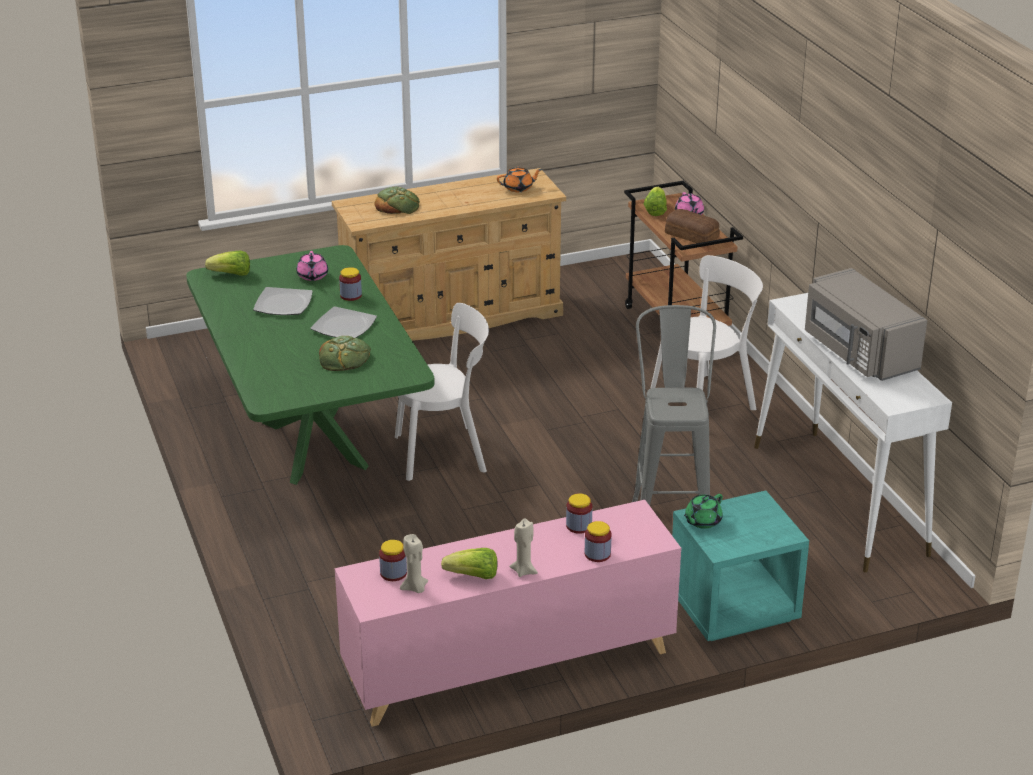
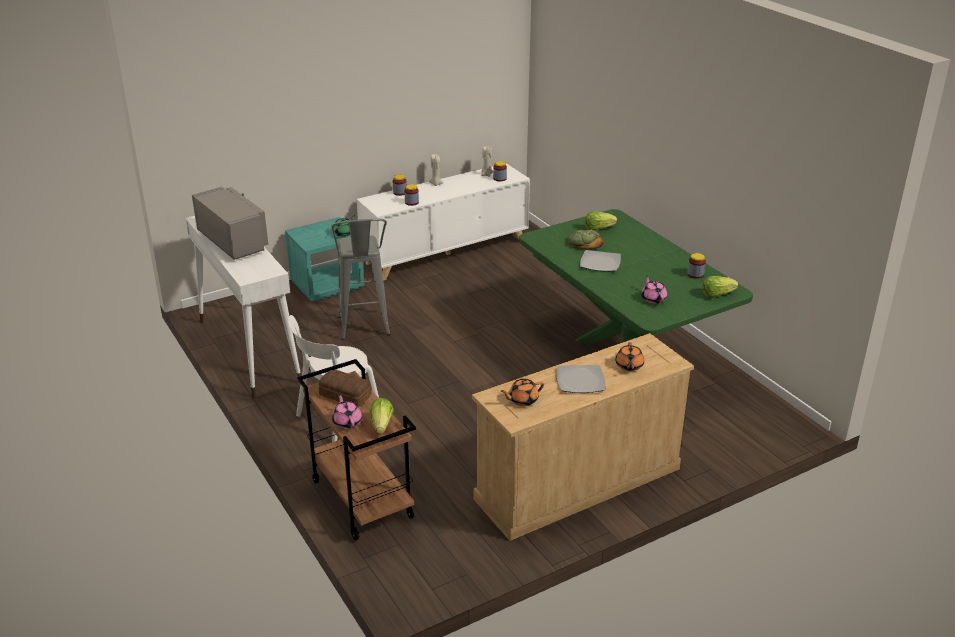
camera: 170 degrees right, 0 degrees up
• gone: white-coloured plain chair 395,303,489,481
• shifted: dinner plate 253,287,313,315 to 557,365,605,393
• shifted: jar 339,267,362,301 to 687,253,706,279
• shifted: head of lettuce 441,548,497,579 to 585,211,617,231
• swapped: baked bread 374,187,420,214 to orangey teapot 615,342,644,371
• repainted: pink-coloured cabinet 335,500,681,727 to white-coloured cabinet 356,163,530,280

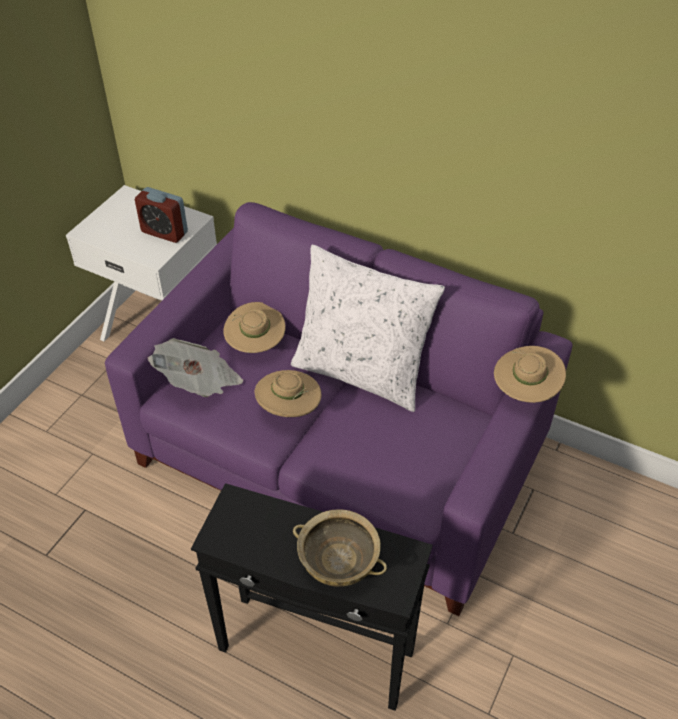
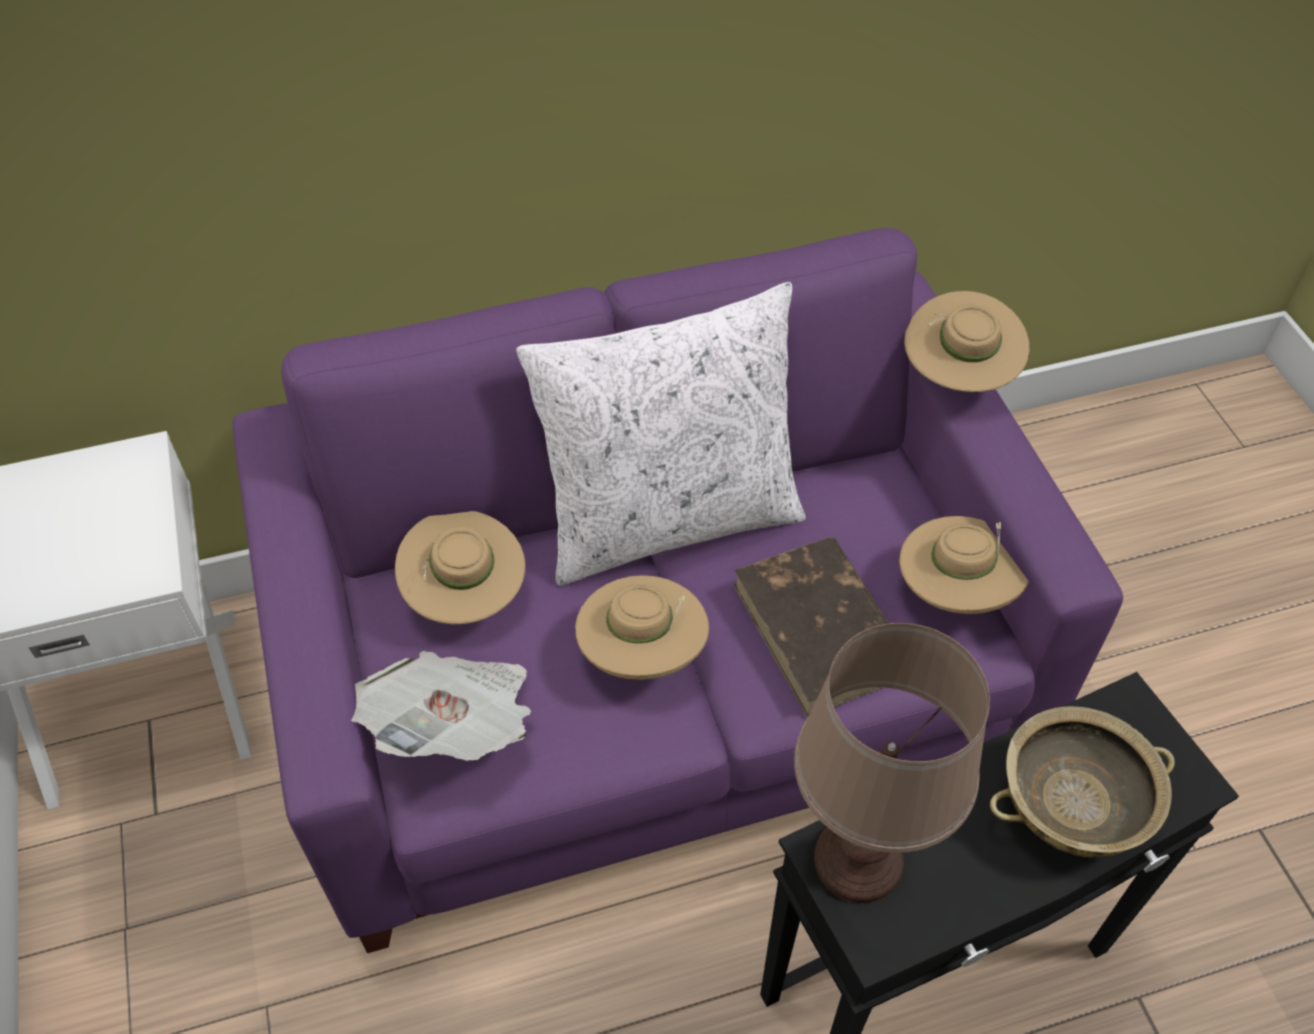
camera: 45 degrees left, 5 degrees up
• gone: bedside clock 135,187,188,243
• new: brown-coloured book 733,537,888,717
• new: brown-coloured tabletop lamp 794,623,990,903
• new: beige-coloured clothing hat 899,516,1029,614

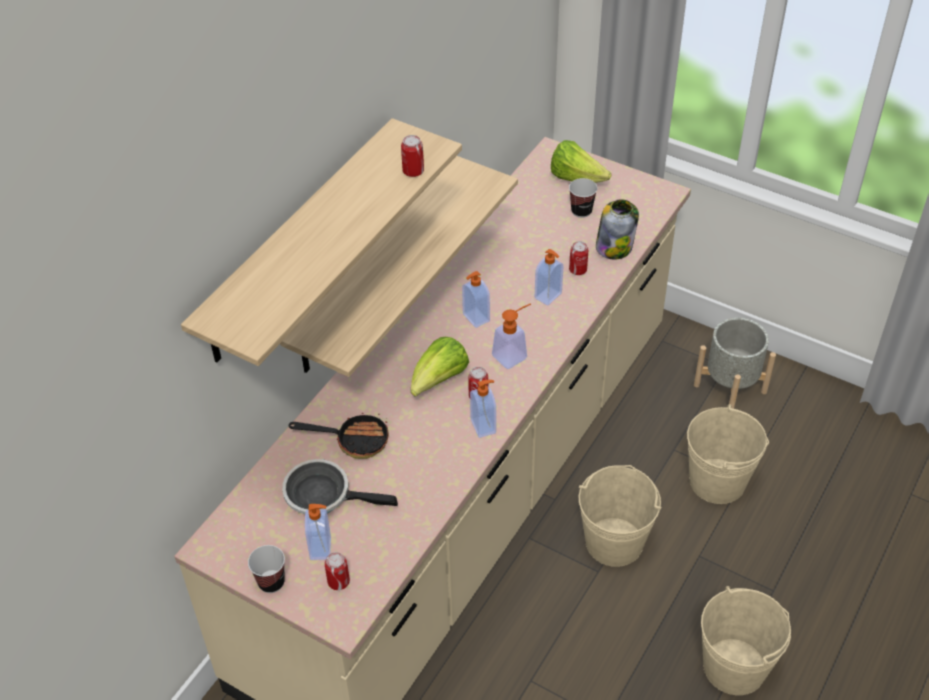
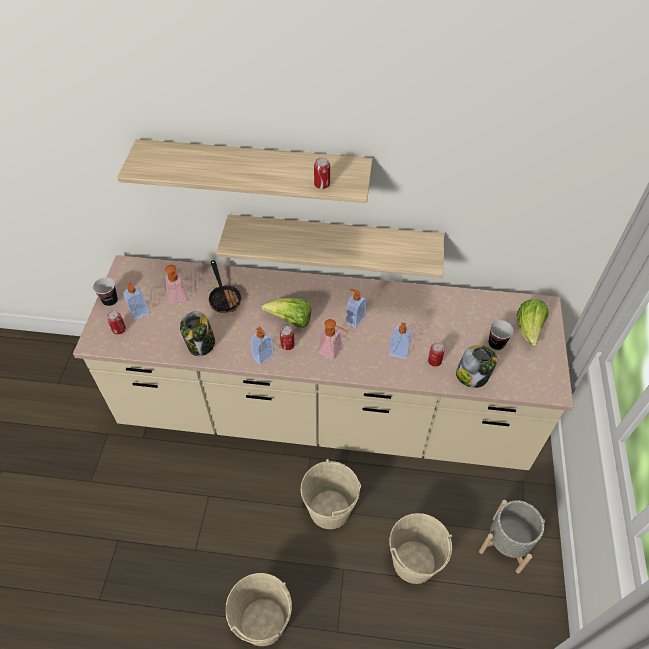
camera: 65 degrees right, 5 degrees up
• new: jar 180,311,215,356
• swapped: pan 282,459,398,514 to soap dispenser 165,265,188,304

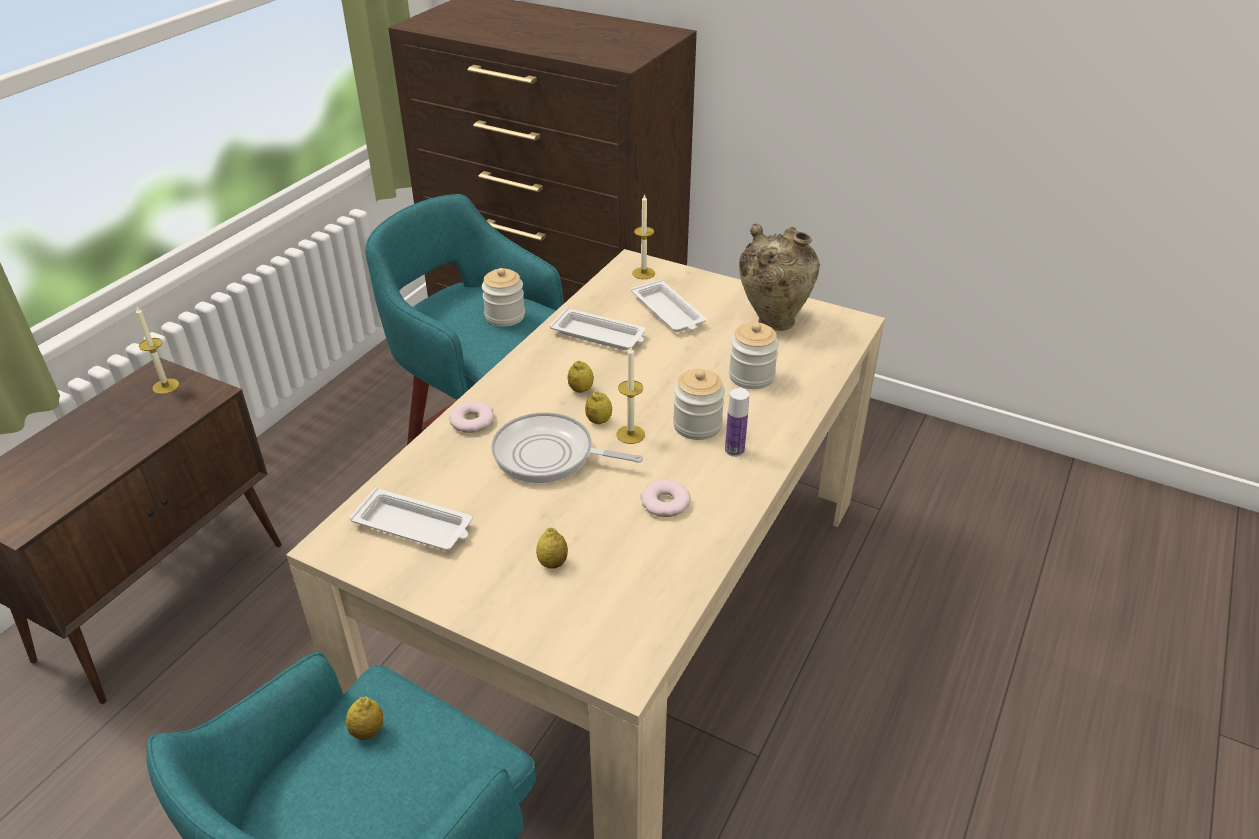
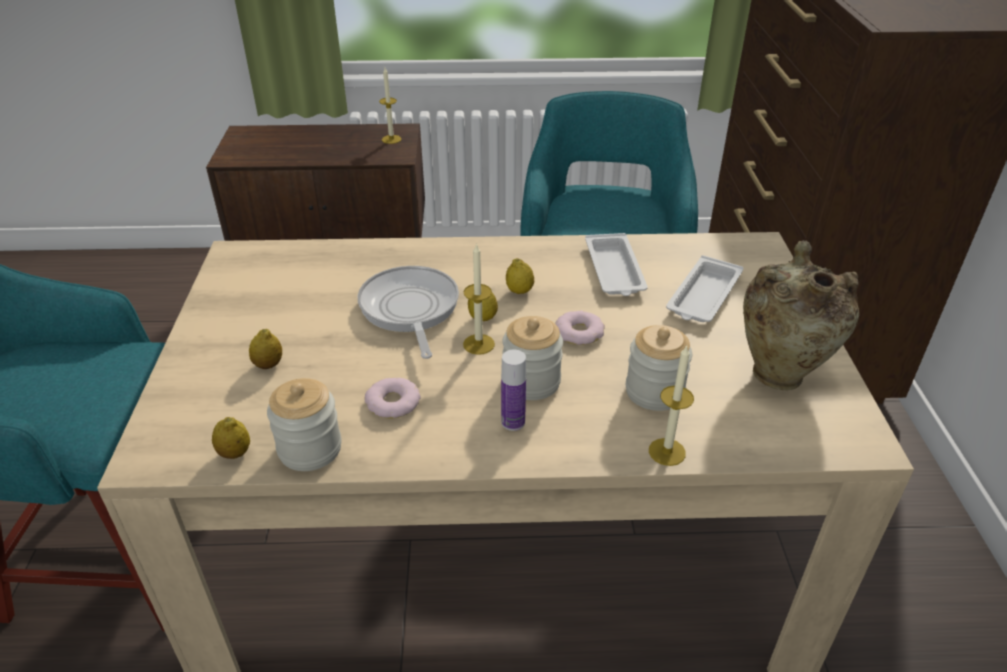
camera: 60 degrees right, 0 degrees up
• gone: white-coloured serving tray 349,488,472,550
• shifted: citrus fruit 346,696,383,740 to 212,417,250,459
• shifted: doughnut 449,401,494,433 to 555,311,605,345
• shifted: jar 482,268,525,327 to 267,378,342,471
• shifted: wax light 632,194,655,279 to 649,345,694,466

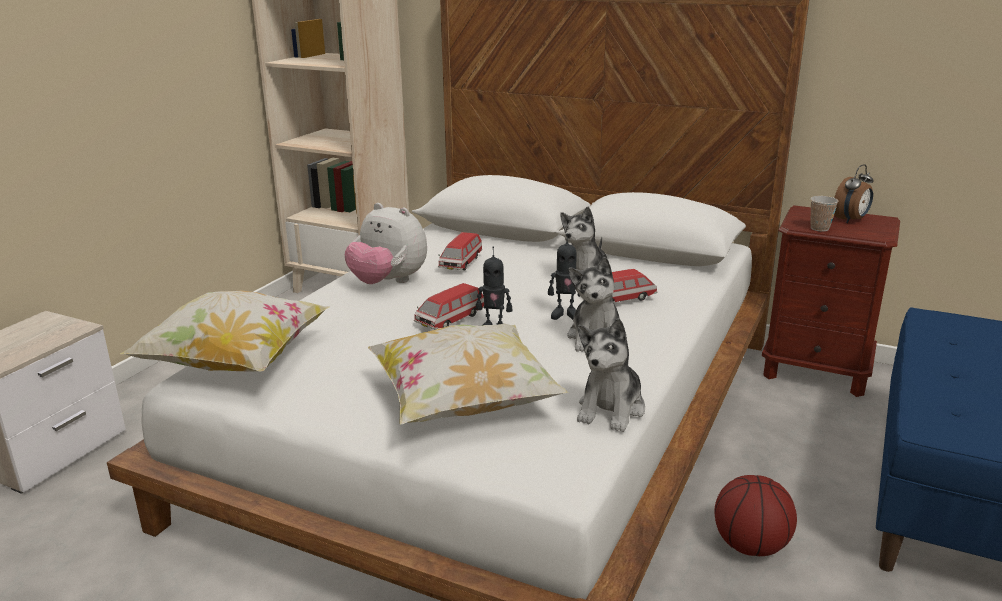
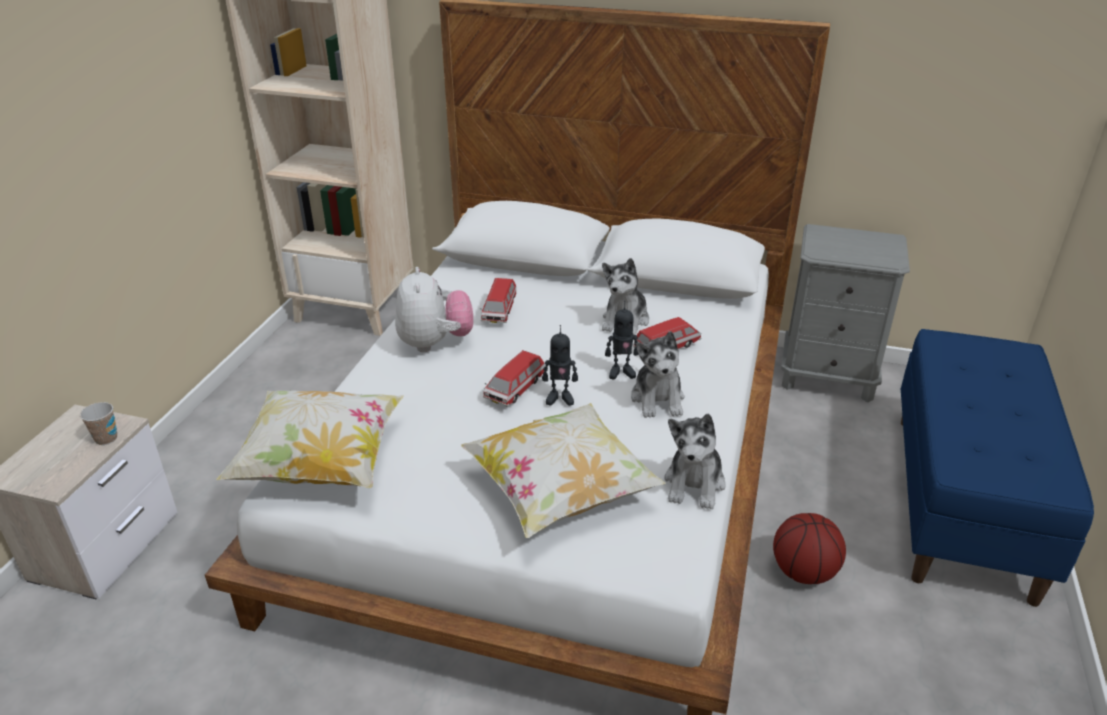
camera: 10 degrees left, 10 degrees up
• gone: bedside clock 834,164,874,223
• shifted: cup 810,196,839,232 to 80,402,117,445
• repainted: brown-coloured bedside table 762,205,900,397 to grey bedside table 781,224,910,402
• rotated: soft toy 345,203,427,284 = 395,267,473,352 120 degrees counterclockwise

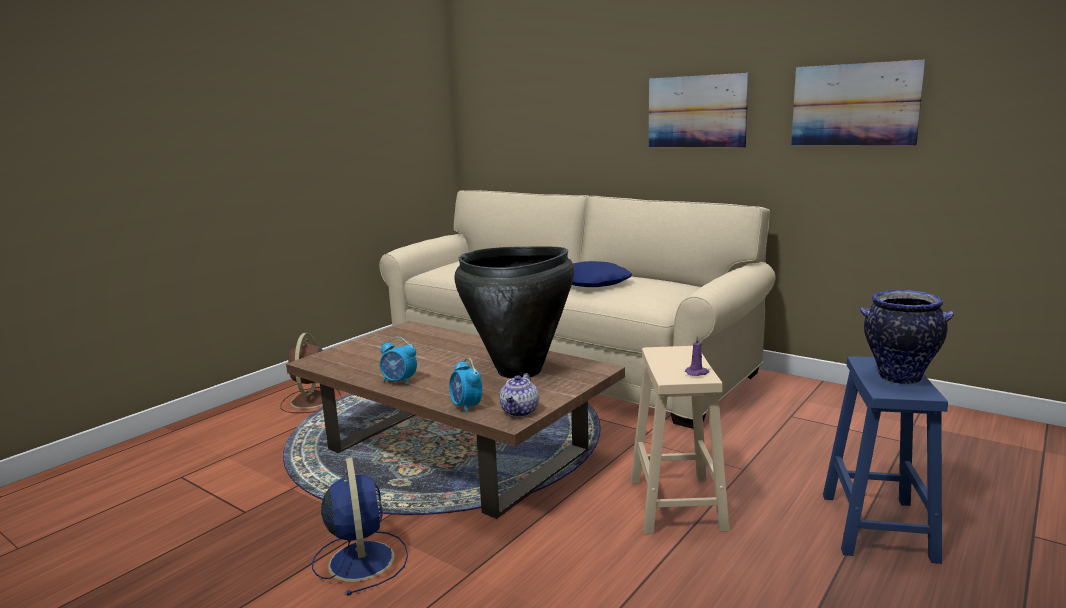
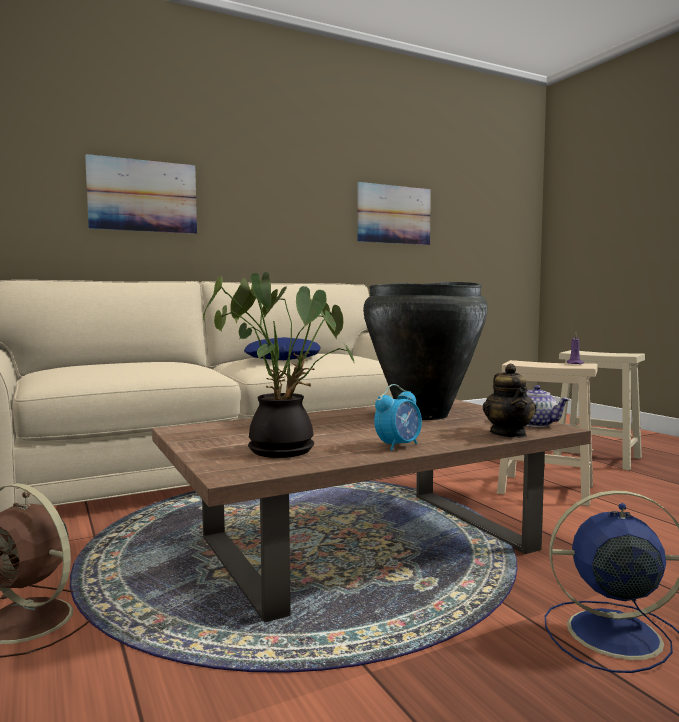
camera: 65 degrees left, 10 degrees down
• gone: decorative vase 860,290,954,384
• new: potted plant 203,272,354,458
• shifted: wall picture 649,73,749,148 to 85,154,197,234
• swapped: bedside clock 449,358,482,413 to teapot 483,364,536,438
• repainted: blue stool 823,356,948,564 to beige-coloured stool 553,350,645,470

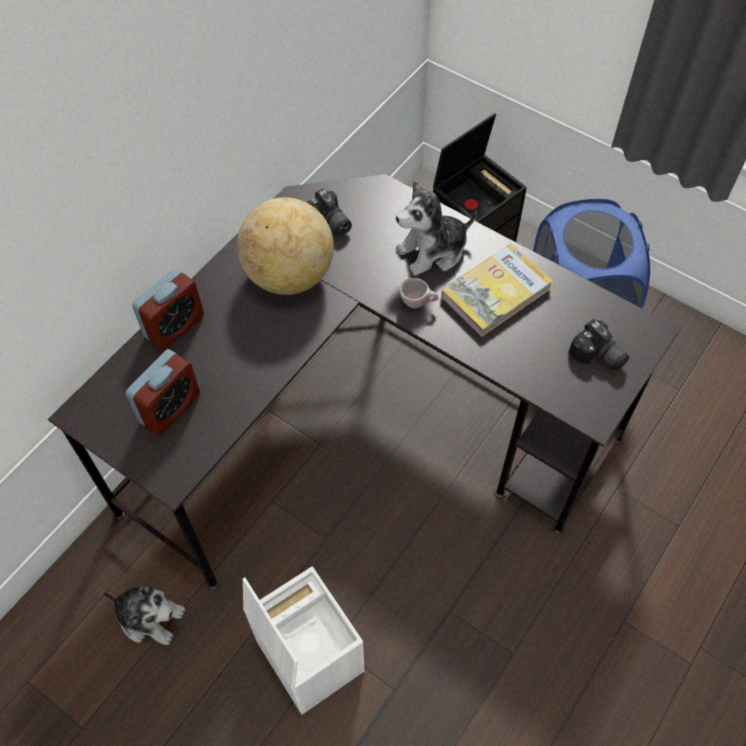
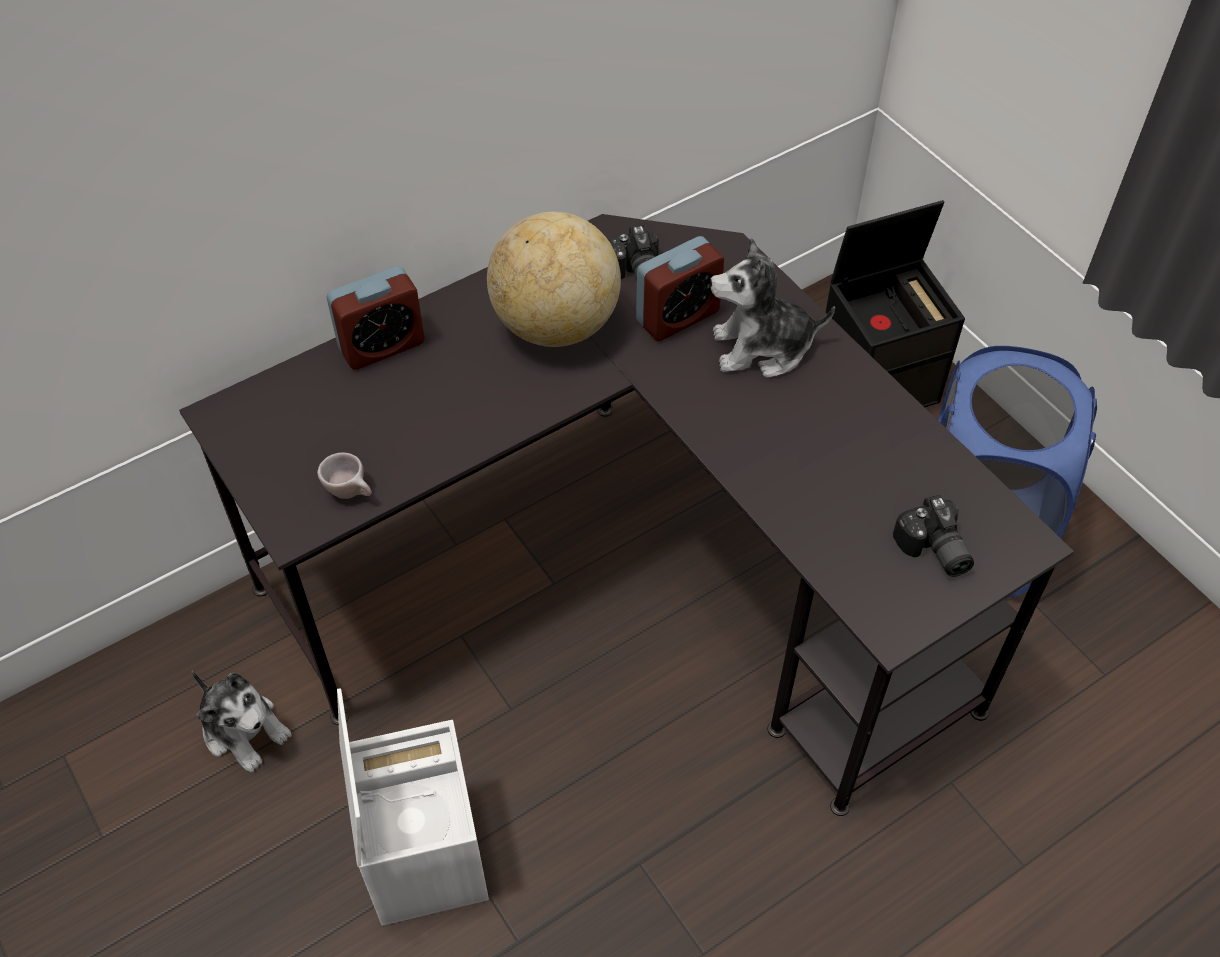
camera: 20 degrees right, 5 degrees down
• gone: book 441,243,553,337
• shifted: bedside clock 126,349,200,435 to 636,236,724,341
• shifted: beige-coloured cup 399,278,439,308 to 317,453,372,499

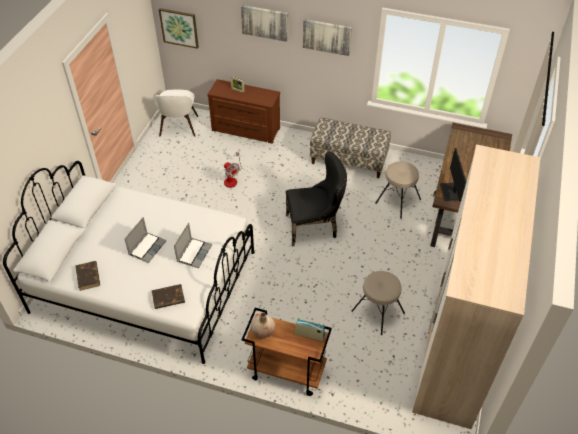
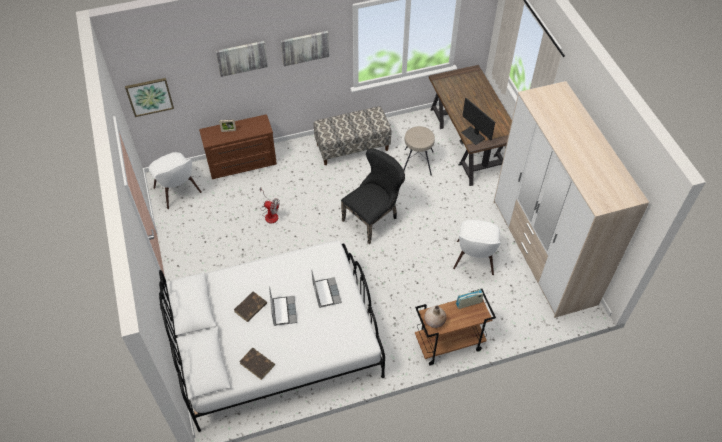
camera: 35 degrees left, 5 degrees up
• shifted: brown-coloured book 151,284,185,309 to 234,291,267,322
• swapped: beige-coloured stool 352,271,405,335 to white-coloured plain chair 453,220,501,275

